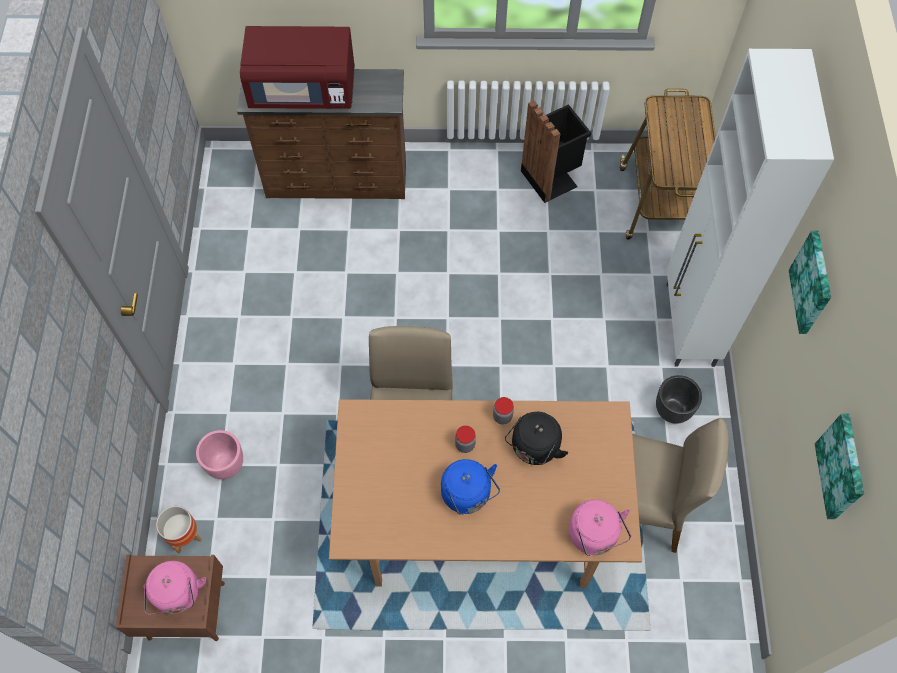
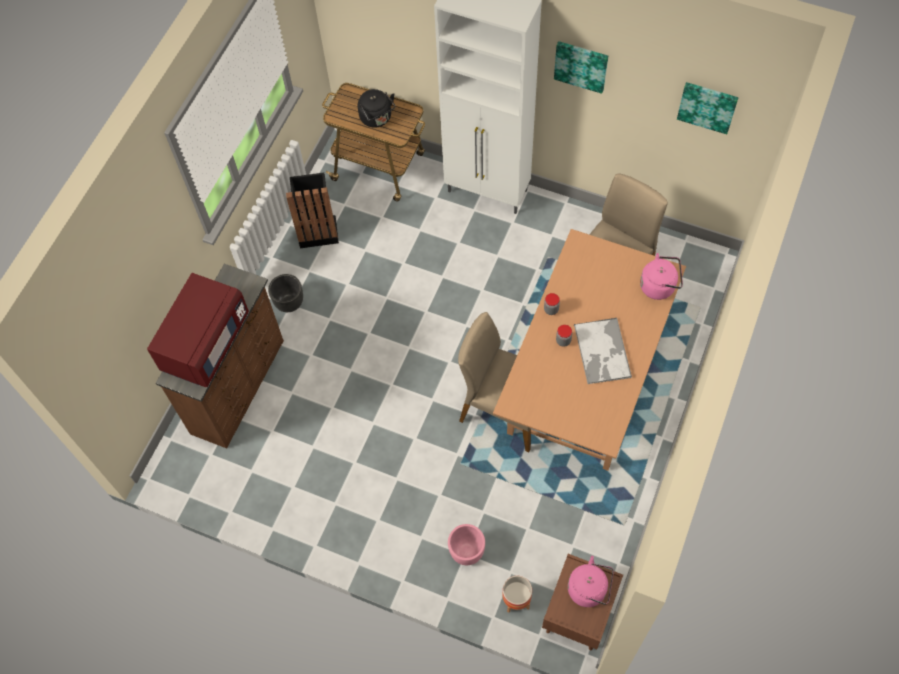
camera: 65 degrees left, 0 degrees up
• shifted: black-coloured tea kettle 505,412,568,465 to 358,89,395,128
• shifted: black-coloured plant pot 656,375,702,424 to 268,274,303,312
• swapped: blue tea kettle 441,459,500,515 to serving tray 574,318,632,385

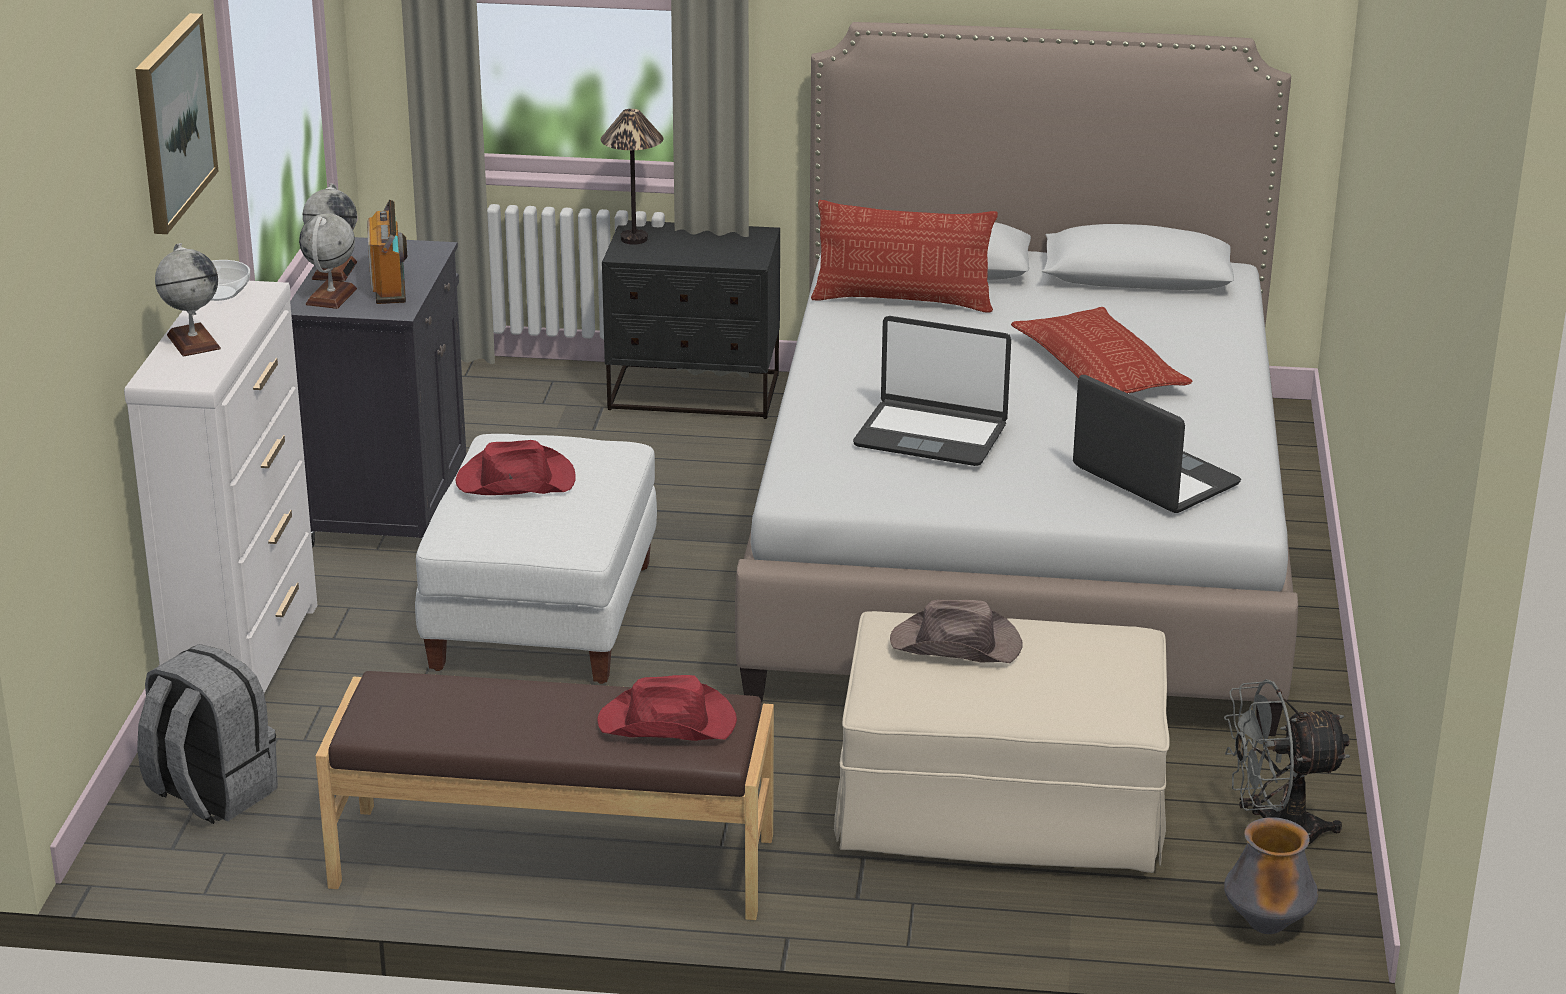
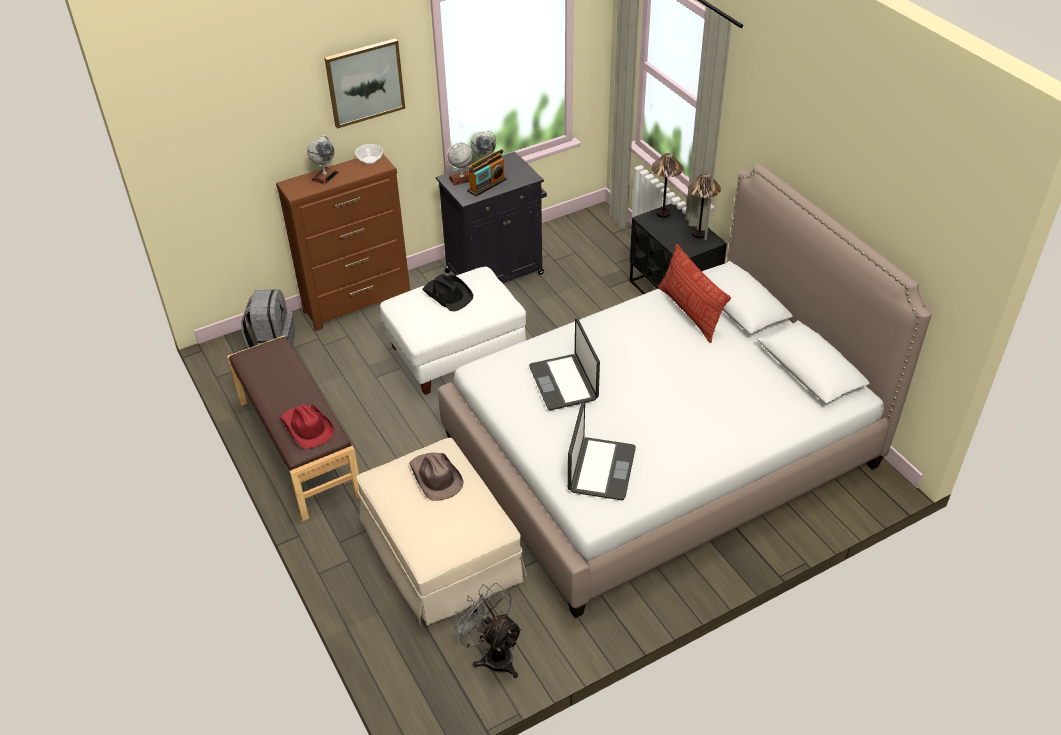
camera: 55 degrees right, 15 degrees up
• gone: pillow 1011,307,1193,393
• gone: decorative vase 1224,817,1318,934
• new: tabletop lamp 688,173,721,238
• repainted: white-coloured chest of drawers 124,281,317,693 to brown-coloured chest of drawers 276,154,410,331
• repainted: reddish clothing hat 455,440,576,495 to black-coloured clothing hat 423,274,473,311

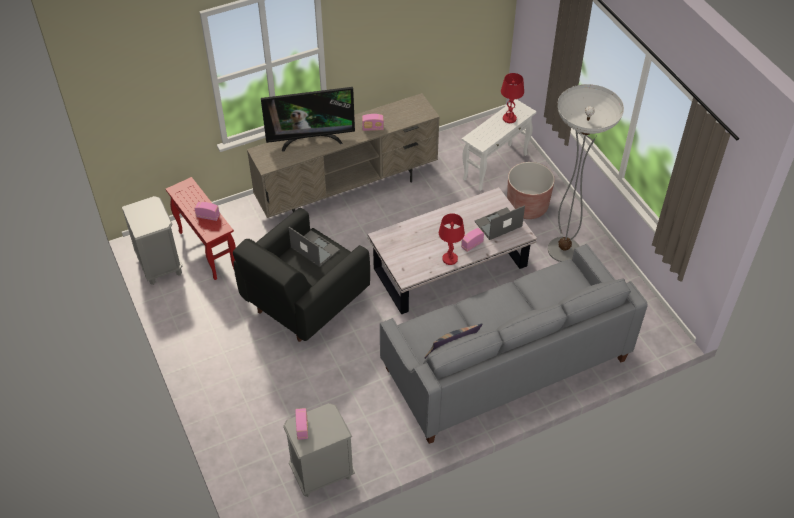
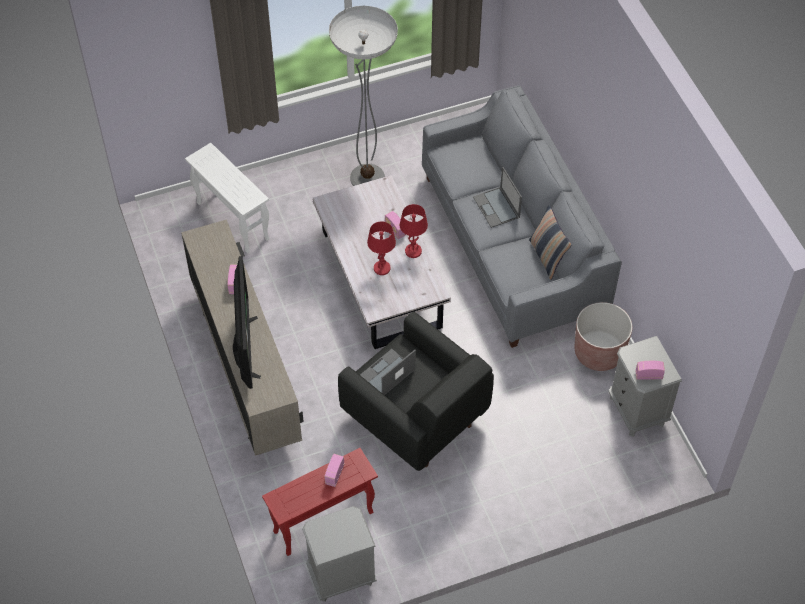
camera: 85 degrees left, 5 degrees up
• shifted: notebook computer 475,205,525,240 to 473,166,522,228
• shifted: reddish tabletop lamp 501,73,524,123 to 367,221,396,275
• shifted: brown-coloured plant pot 507,162,555,219 to 575,302,632,371

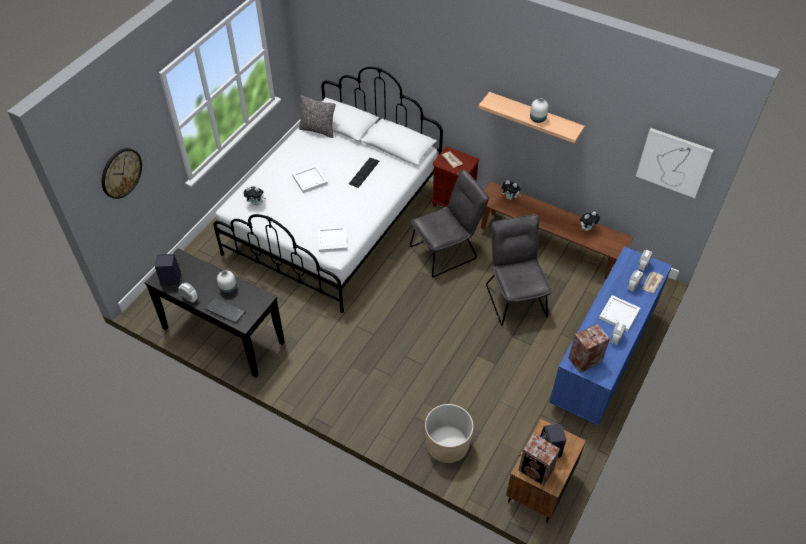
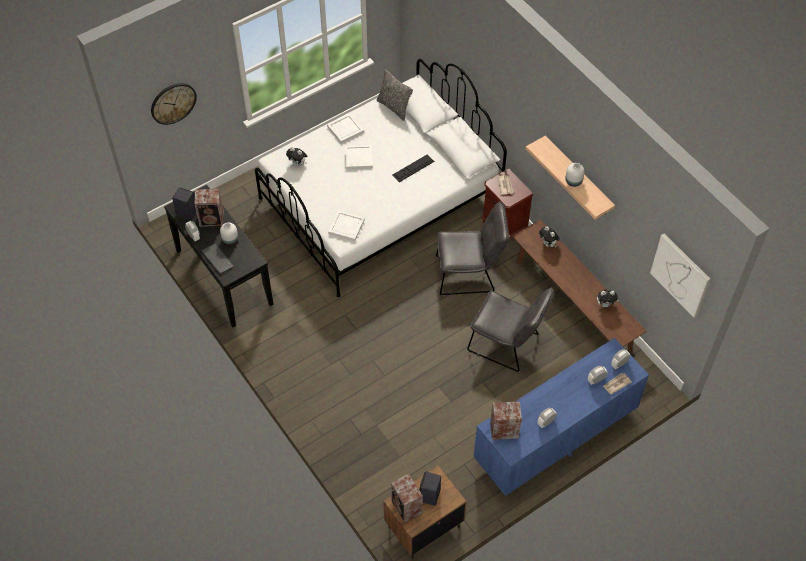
camera: 25 degrees right, 5 degrees up
• gone: beige-coloured plant pot 425,404,473,463
• new: loudspeaker 194,189,224,227
• shifted: white-coloured serving tray 599,295,640,332 to 327,113,364,144
• rotated: grey plain chair 486,215,552,326 = 467,287,555,372 105 degrees clockwise

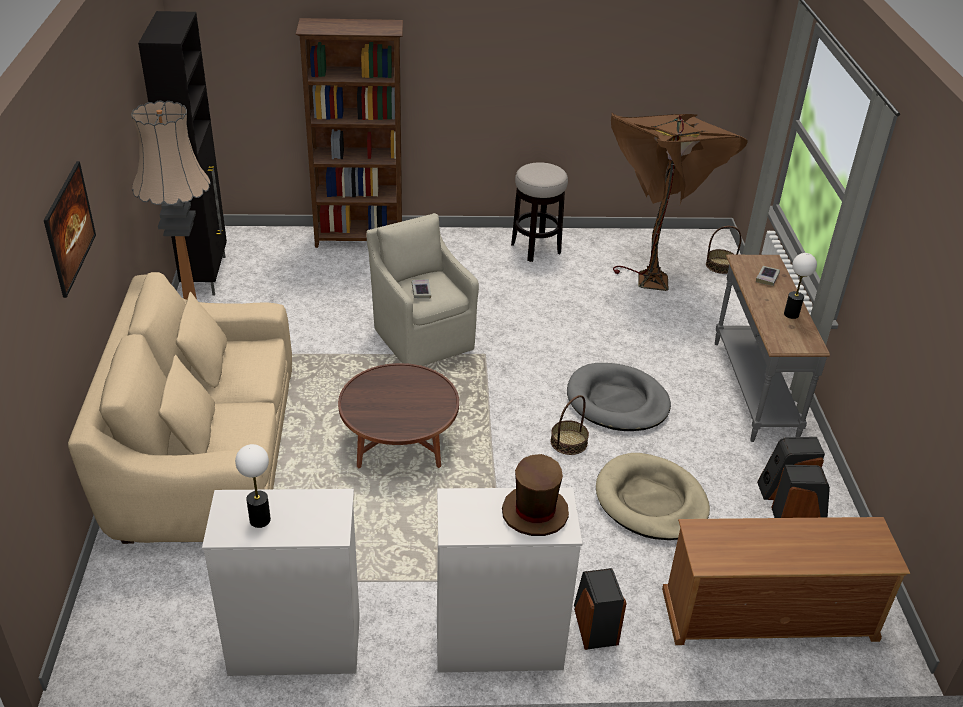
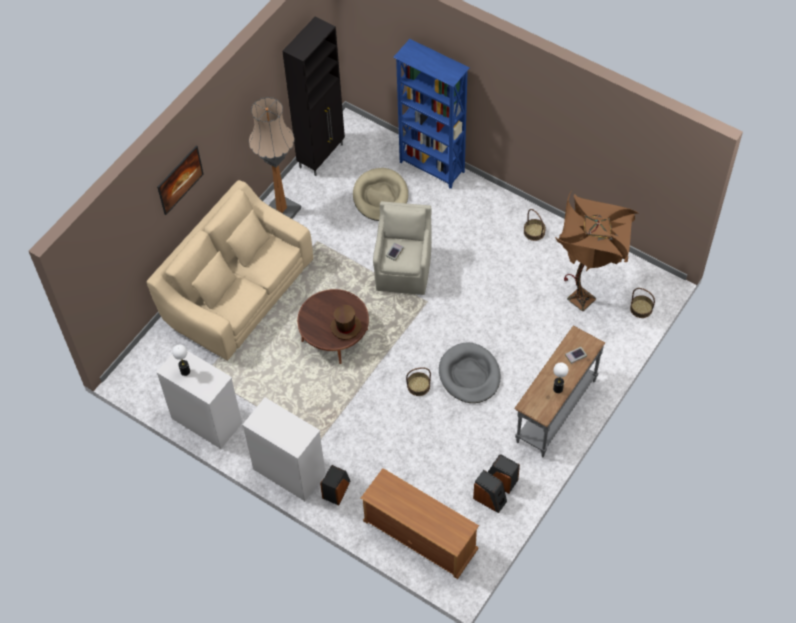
camera: 40 degrees right, 20 degrees up
• shifted: brown-coloured clothing hat 502,454,569,536 to 330,305,362,340
• shifted: beige-coloured dog cushion 596,453,710,540 to 353,168,408,221
• swapped: stool 511,162,568,262 to storage basket 524,209,546,241
• repainted: brown-coloured bookshelf 295,18,403,248 to blue bookshelf 393,39,470,189

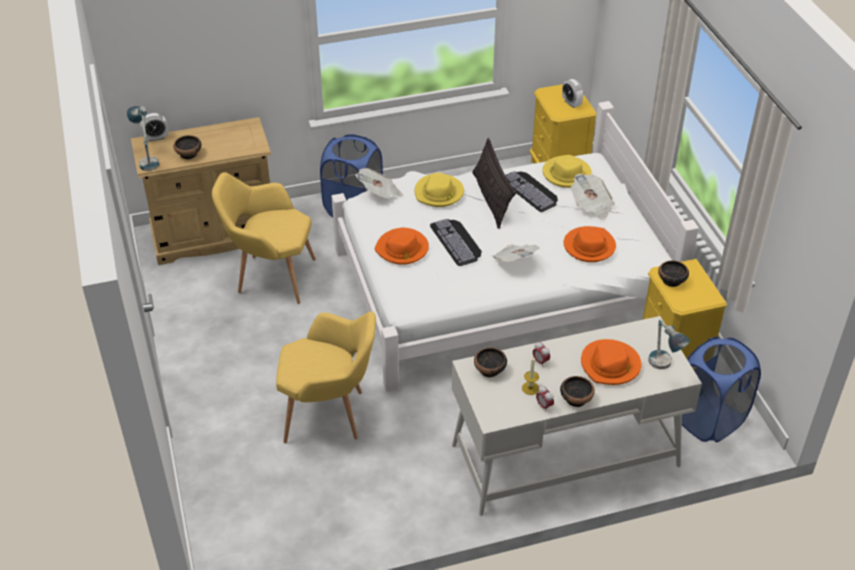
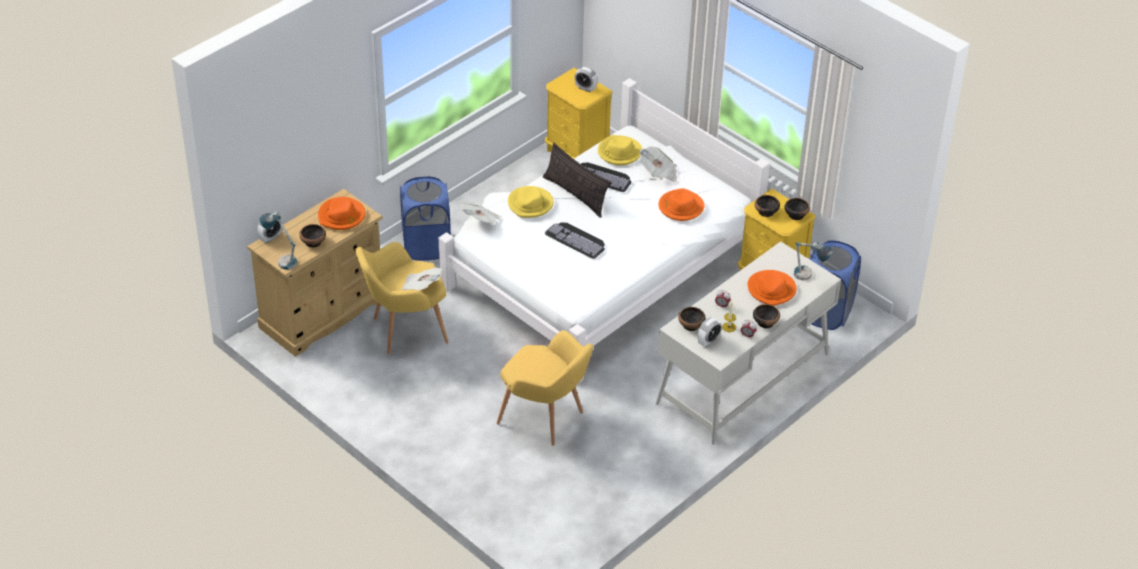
camera: 30 degrees left, 0 degrees up
• new: bedside clock 698,318,722,347
• new: deep dish 784,198,810,220
• shifted: orangey clothing hat 375,227,429,265 to 318,197,366,230
• shifted: daily paper 492,244,540,262 to 401,267,442,291
• rotated: yellow-coloured armchair 276,311,376,443 = 497,330,593,446 60 degrees clockwise

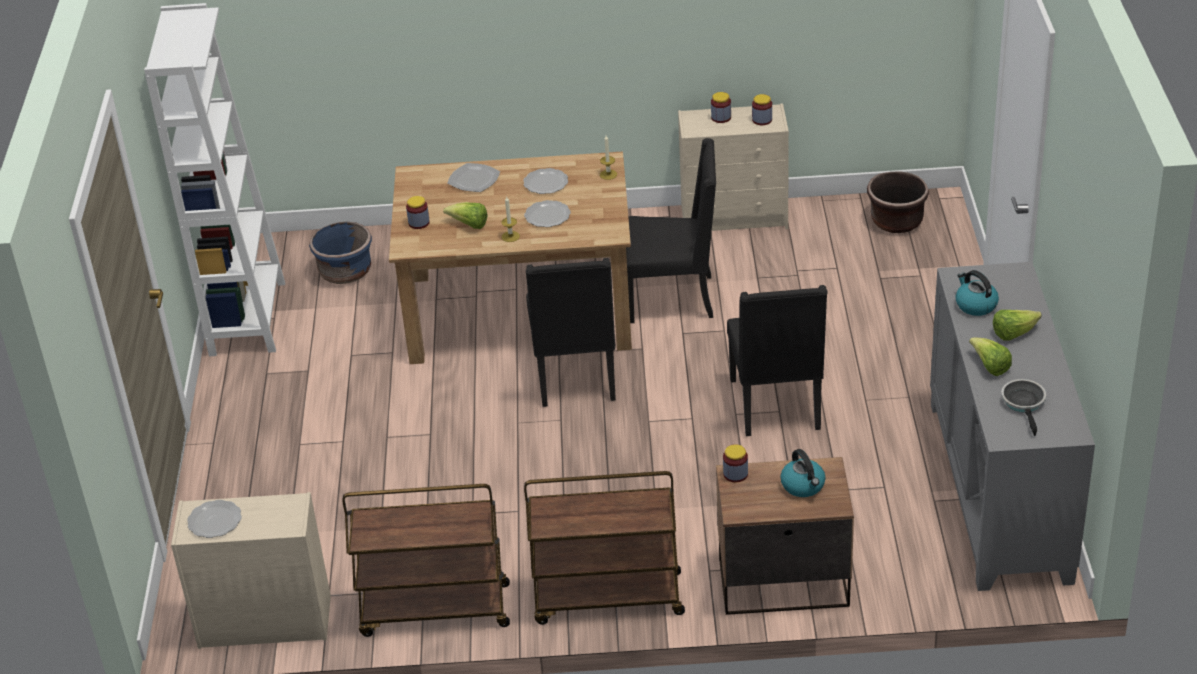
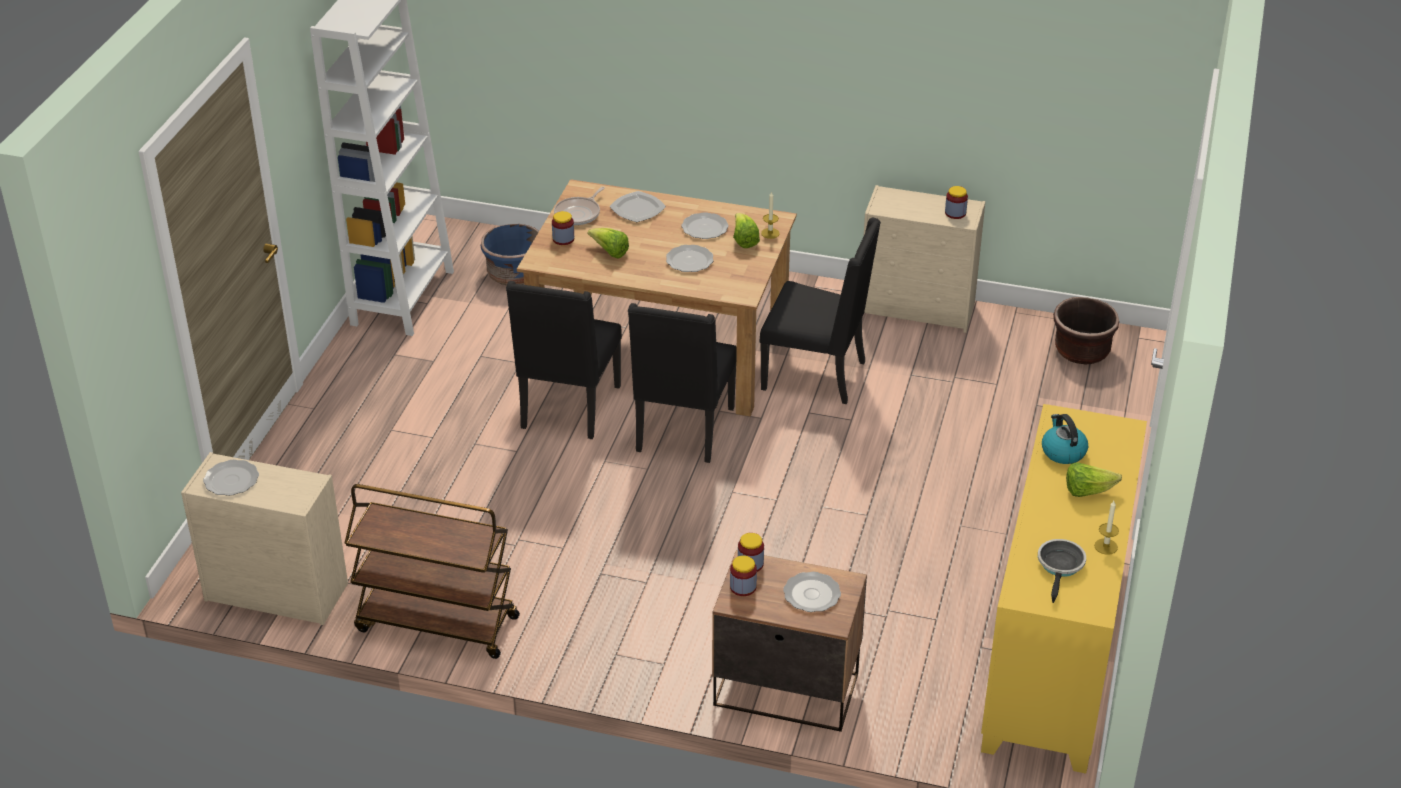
camera: 15 degrees right, 0 degrees up
• gone: brown-coloured wheeled cart 524,471,685,625
• new: pan 554,187,605,225
• shifted: wax light 501,197,520,242 to 1094,501,1119,555
• shifted: jar 711,92,731,123 to 730,556,757,596
• shifted: black-coloured plain chair 727,285,827,436 to 506,281,622,439
• shifted: head of lettuce 969,338,1012,376 to 733,213,760,248
• swapped: tea kettle 780,449,825,497 to dinner plate 783,572,841,612
• repainted: grey cabinet 930,262,1095,591 to yellow-coloured cabinet 981,404,1147,774

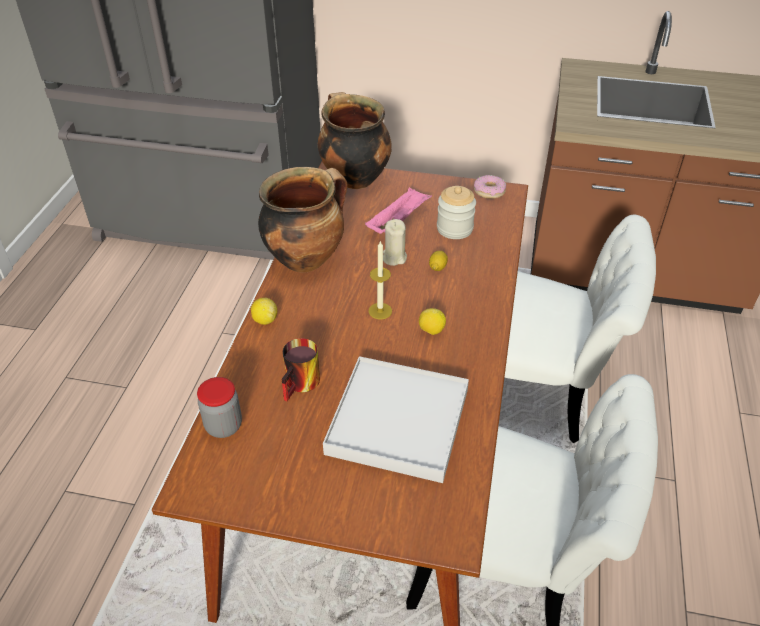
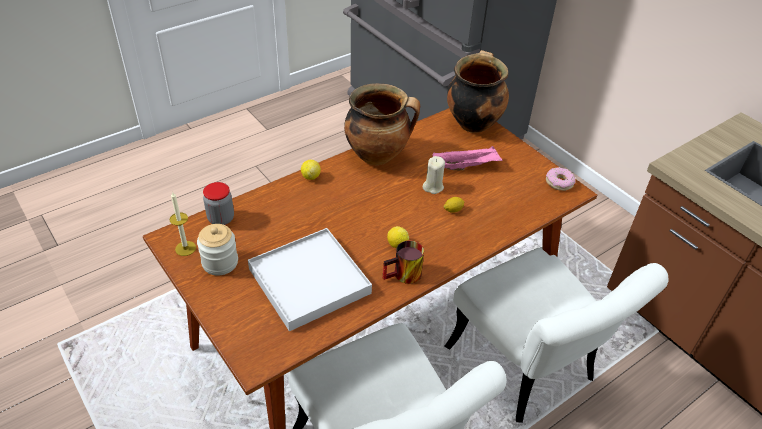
camera: 40 degrees right, 0 degrees up
• shifted: mug 281,338,320,401 to 383,240,424,284
• shifted: wax light 369,240,392,320 to 169,191,196,256
• shifted: jar 437,186,476,239 to 197,224,238,275

